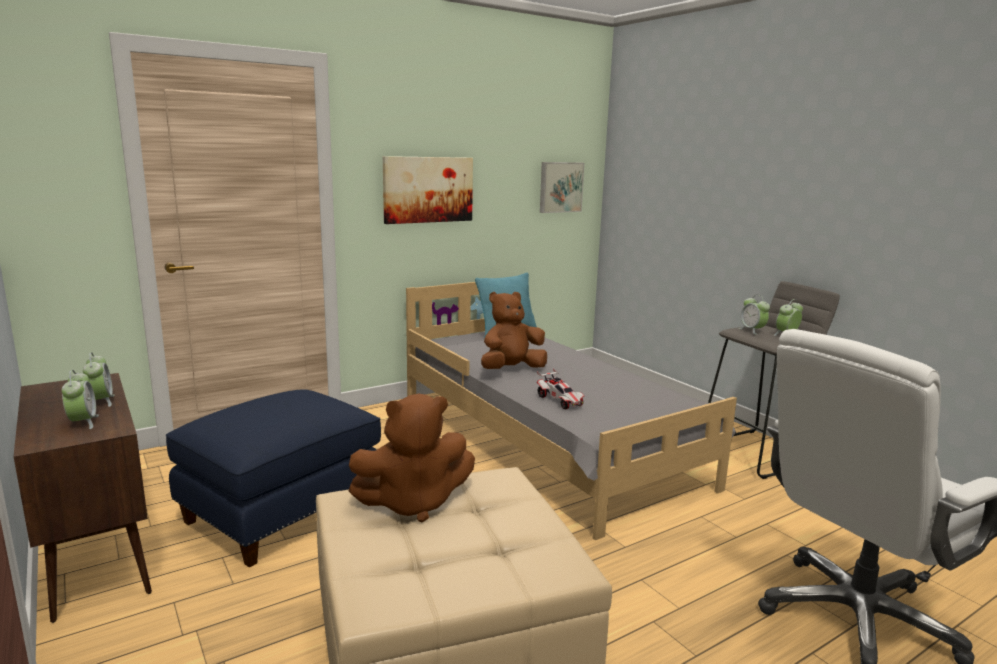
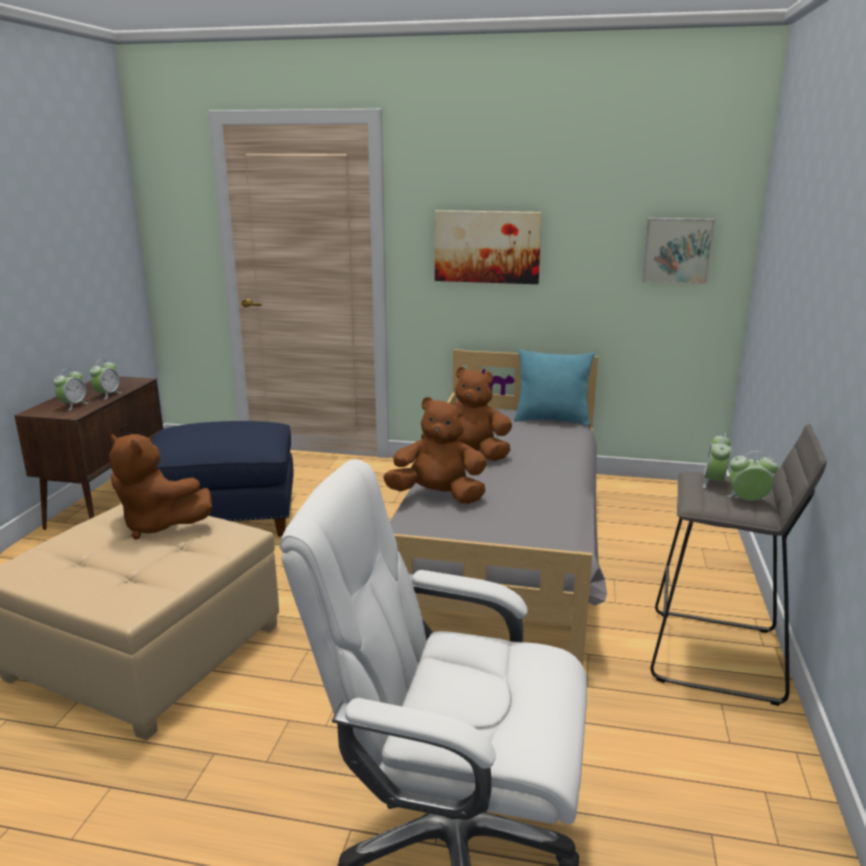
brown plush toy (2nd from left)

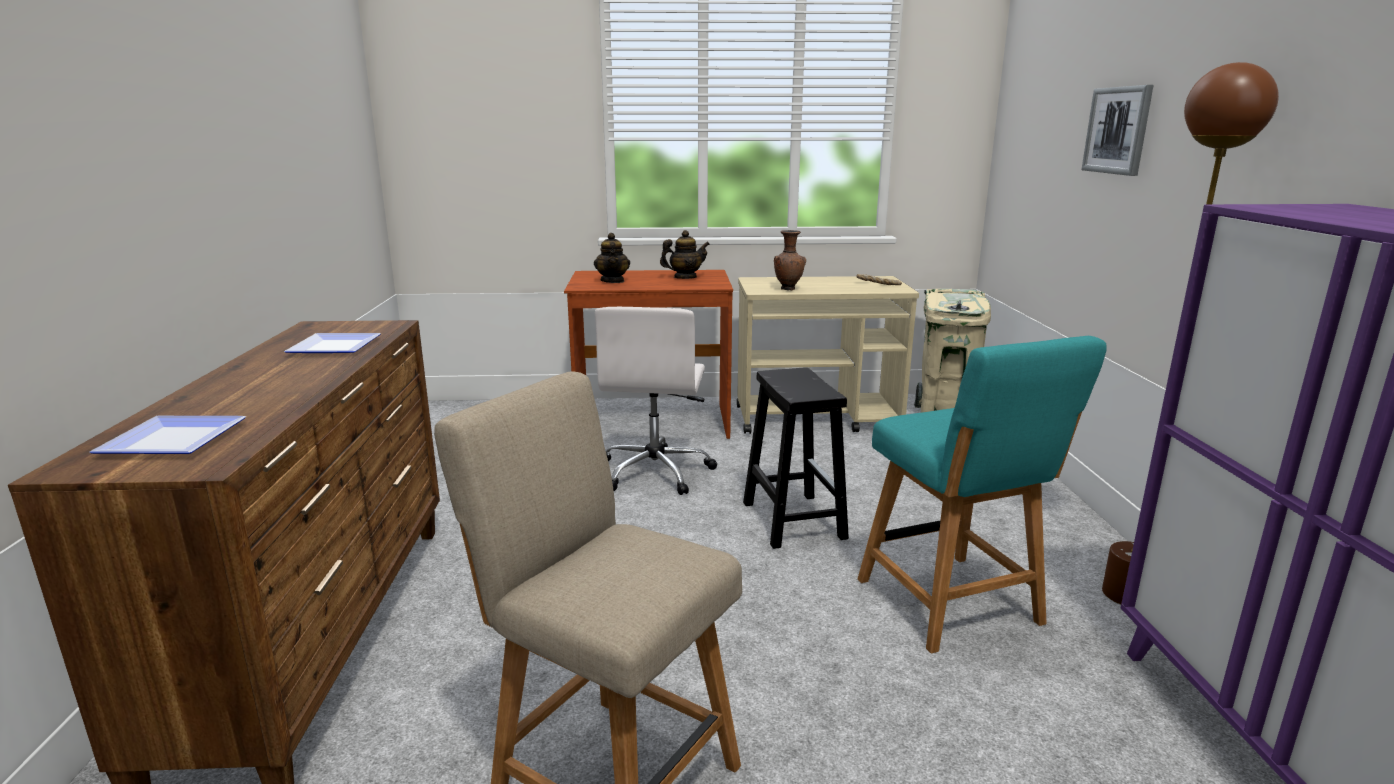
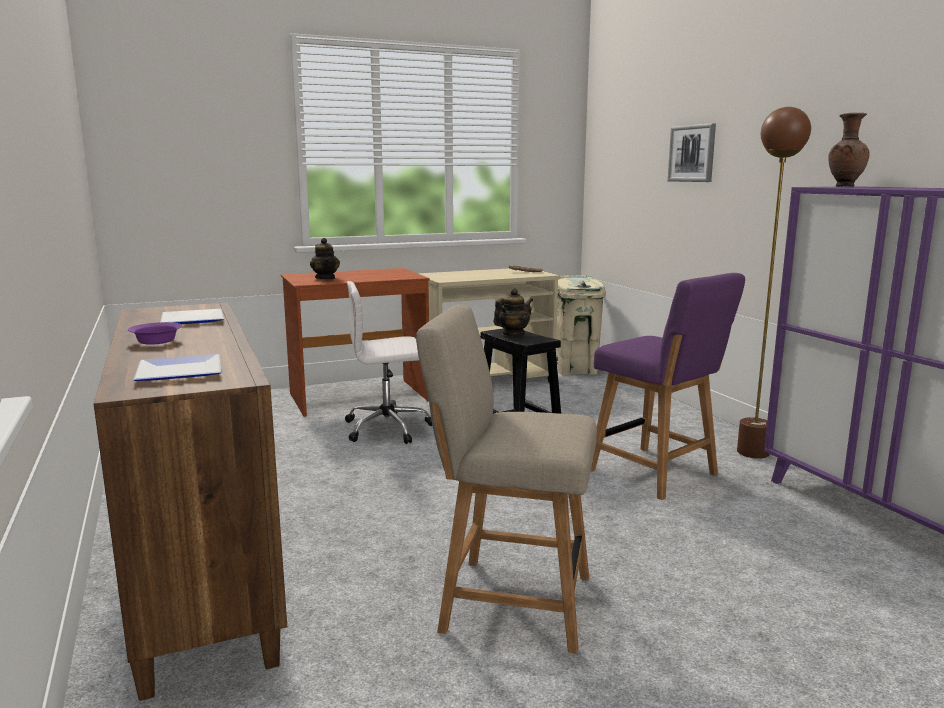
teapot (2nd from left)
brown vase
white office chair
purple chair
purple bowl

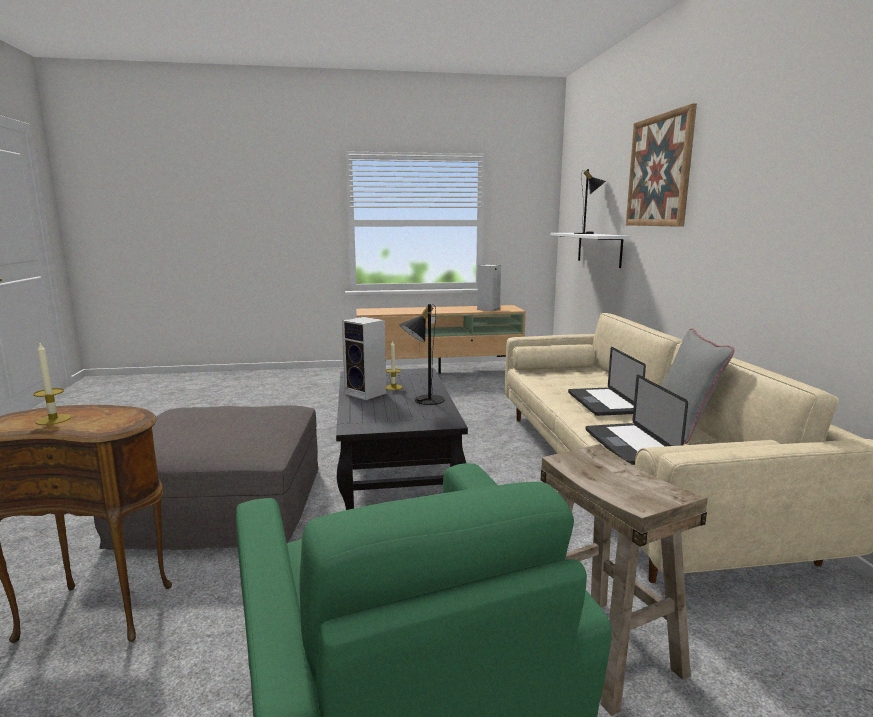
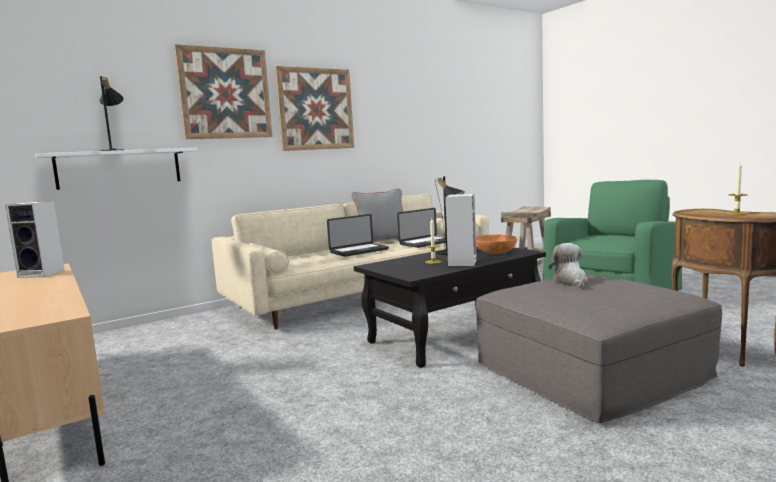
picture (2nd from left)
orange bowl
plush toy

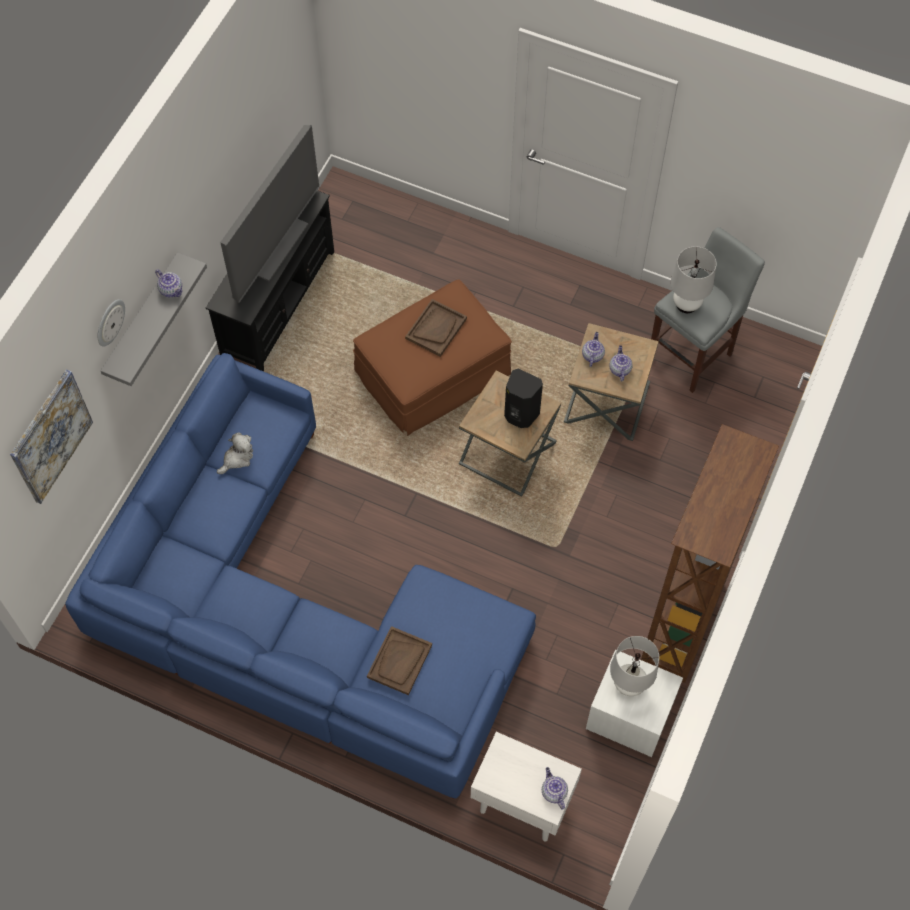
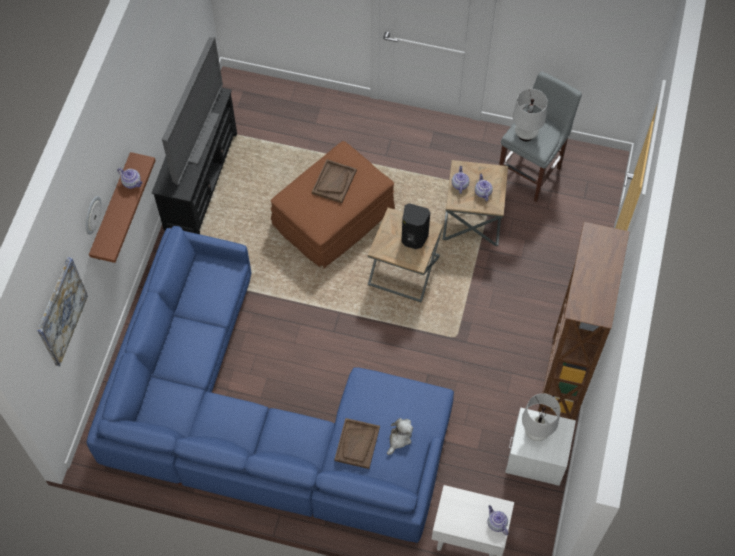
brown shelf
plush toy

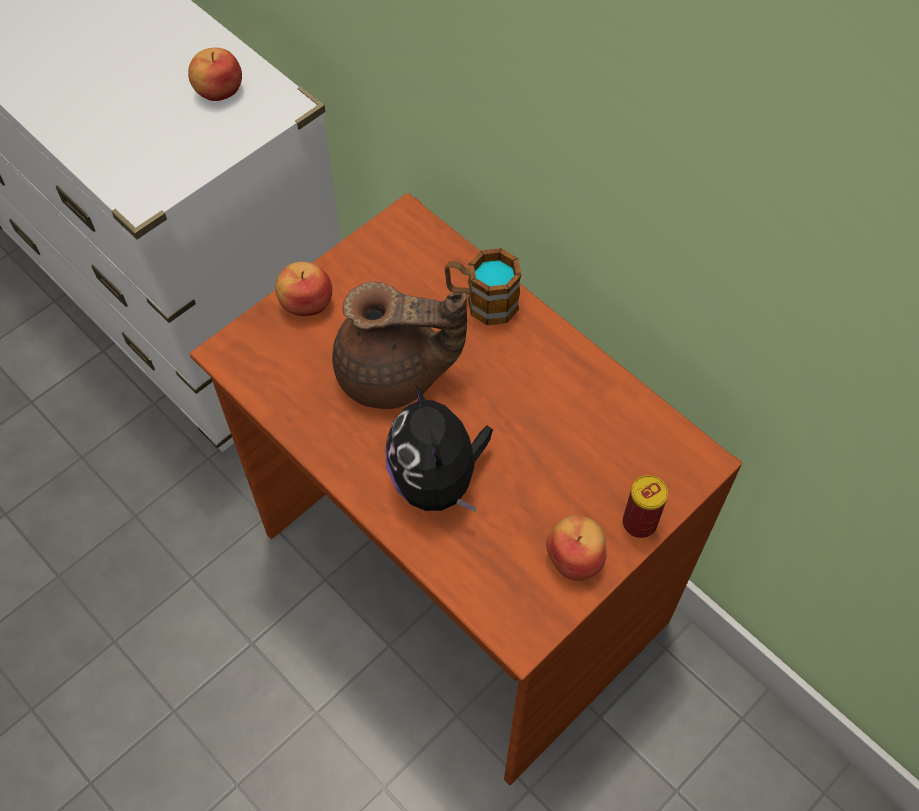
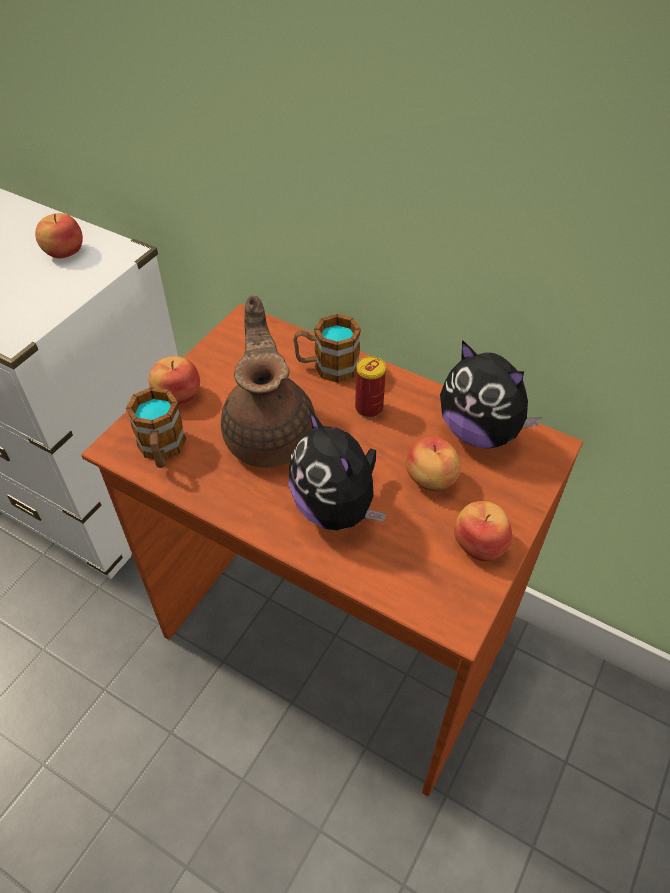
brown teapot
can
plush toy (2nd from left)
mug (1st from left)
apple (3rd from left)

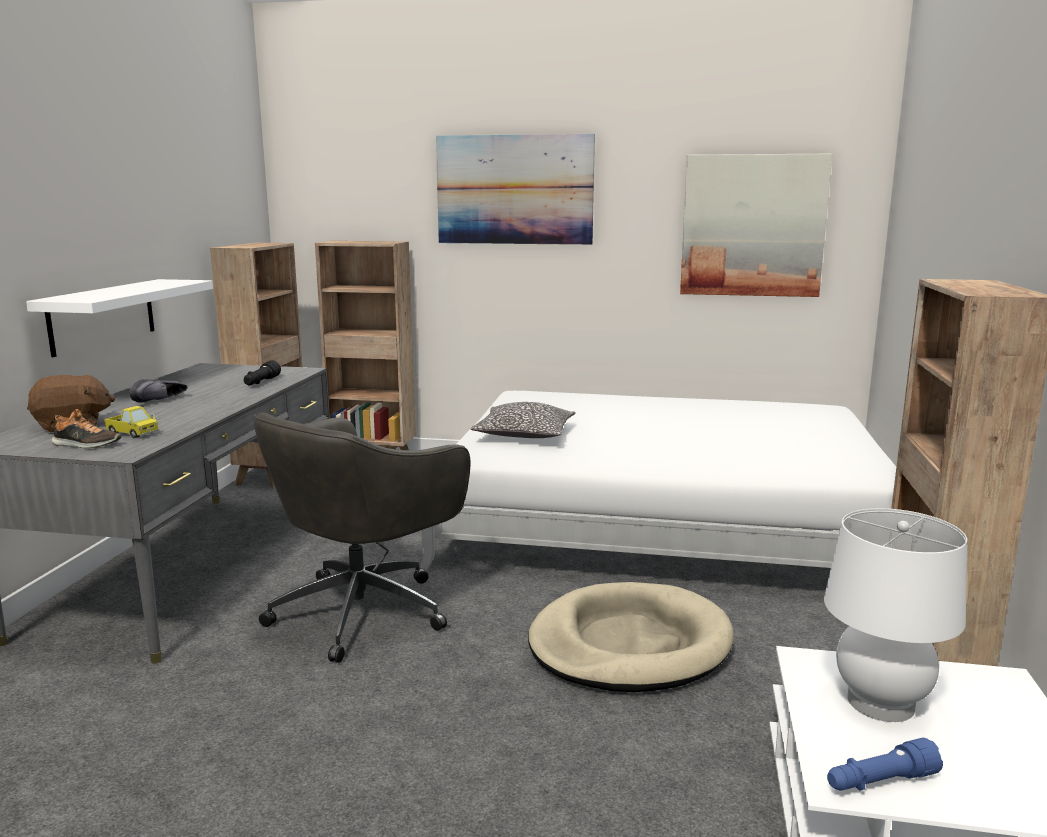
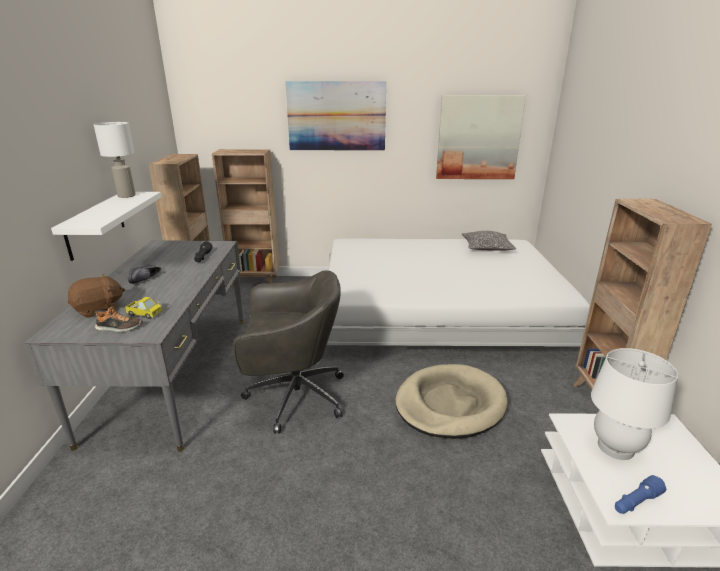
pillow
grey office chair
white table lamp (1st from left)

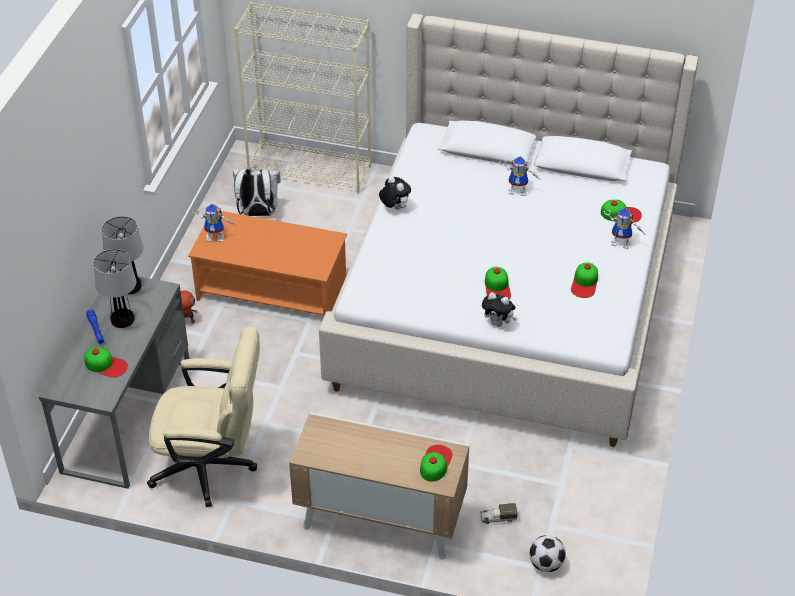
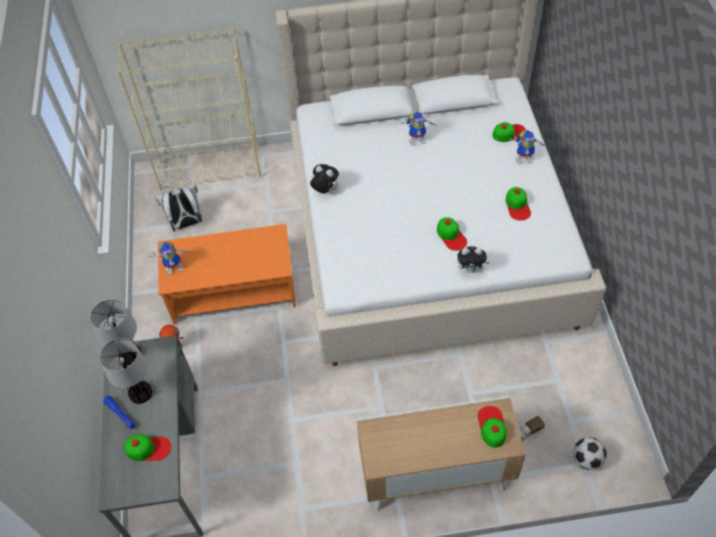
beige office chair

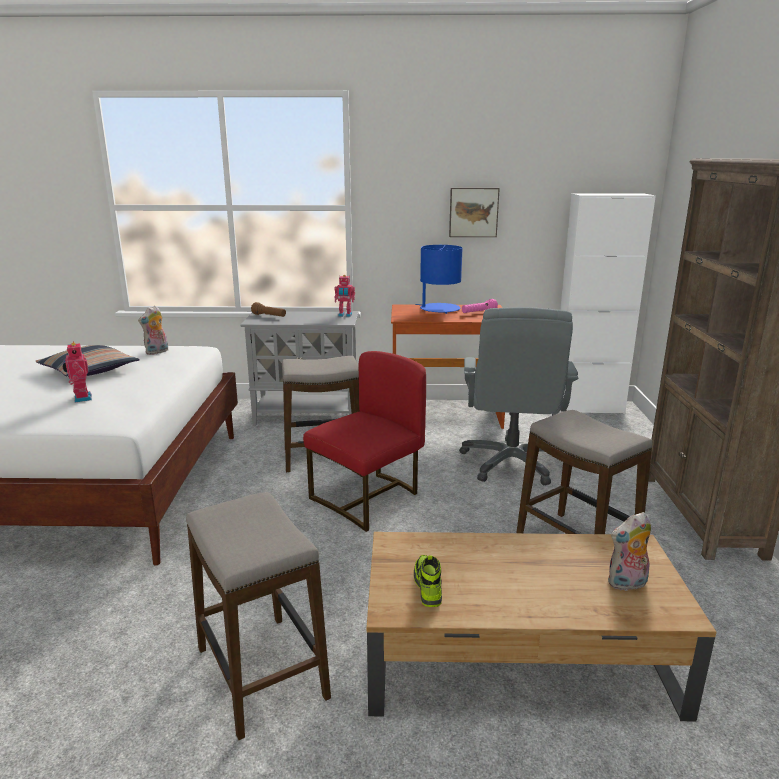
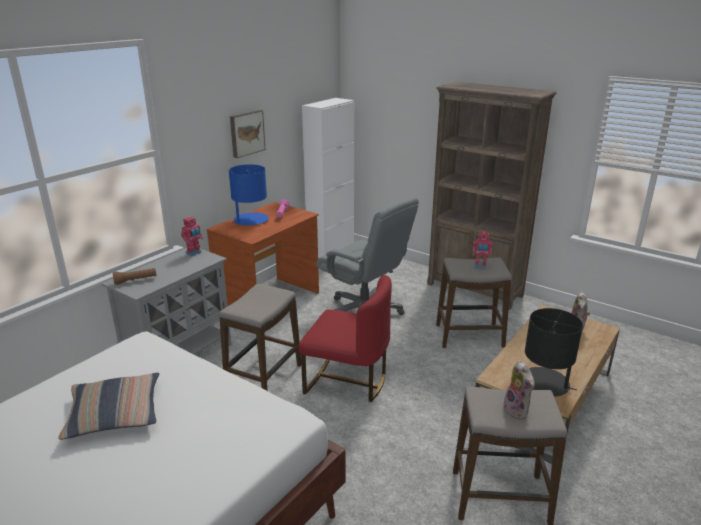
plush toy (1st from left)
toy robot (2nd from left)
red chair
black table lamp

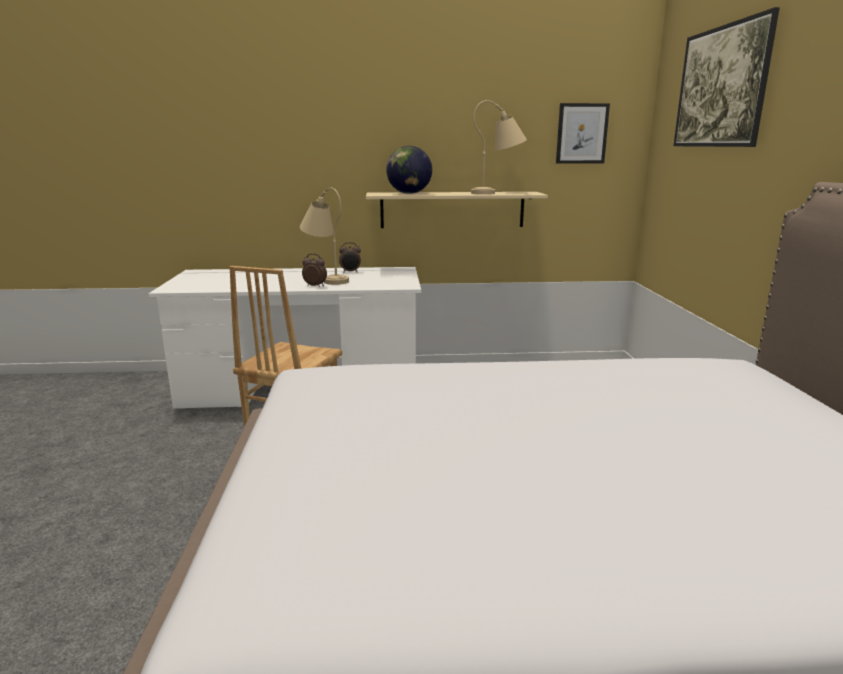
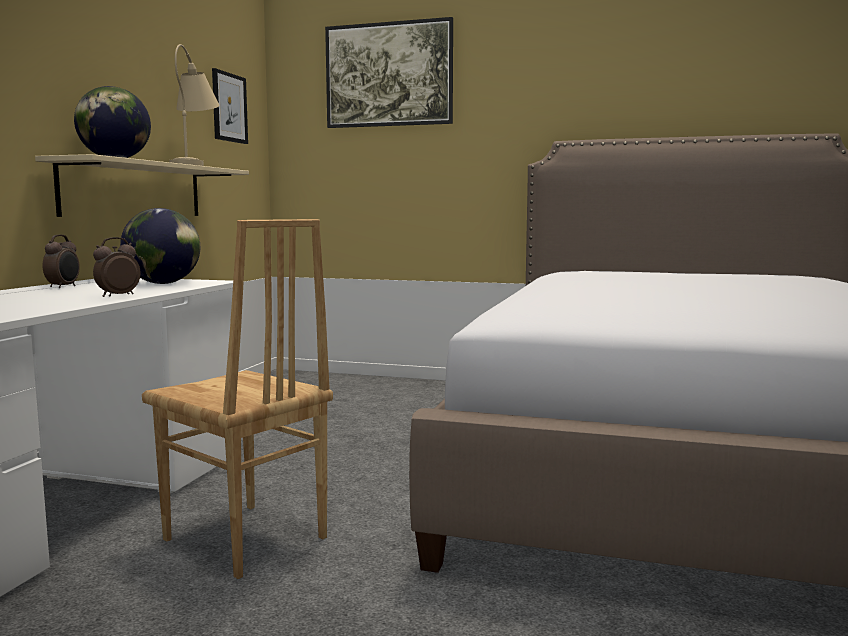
beige table lamp (1st from left in the first image)
globe (2nd from left)

